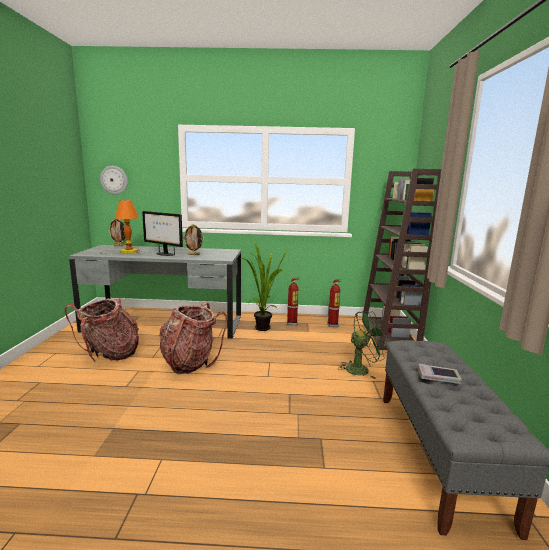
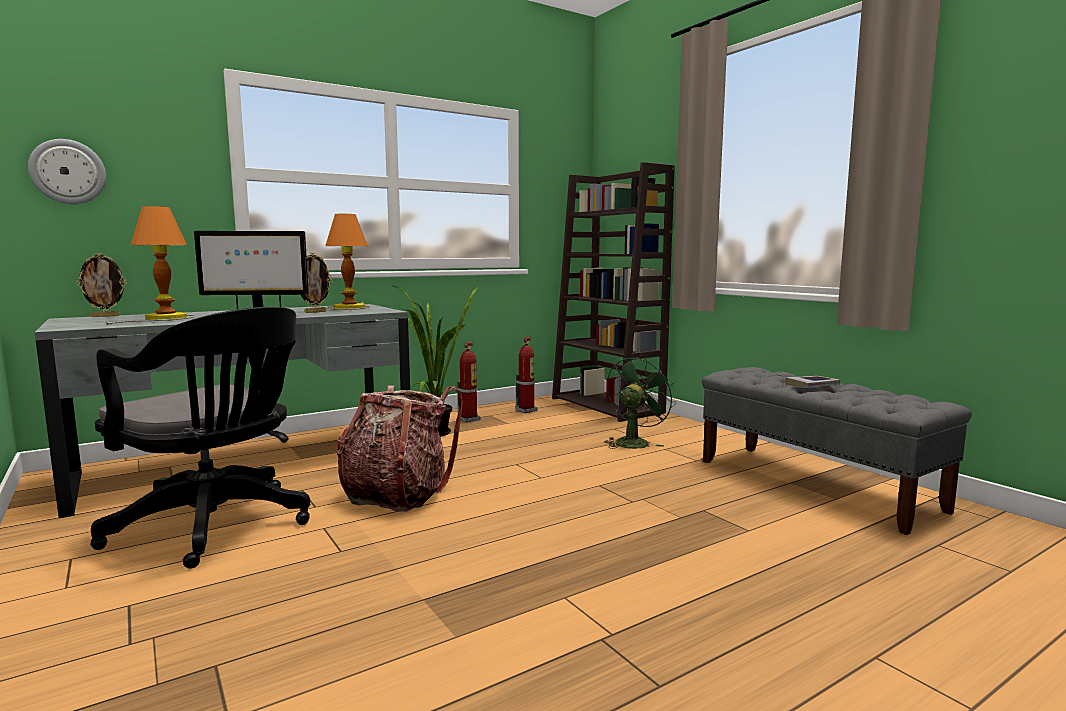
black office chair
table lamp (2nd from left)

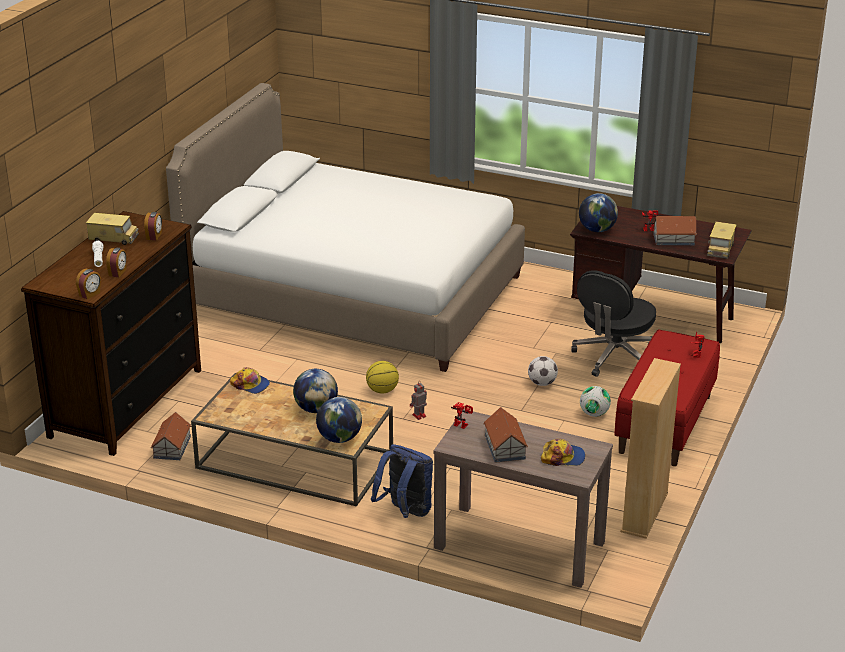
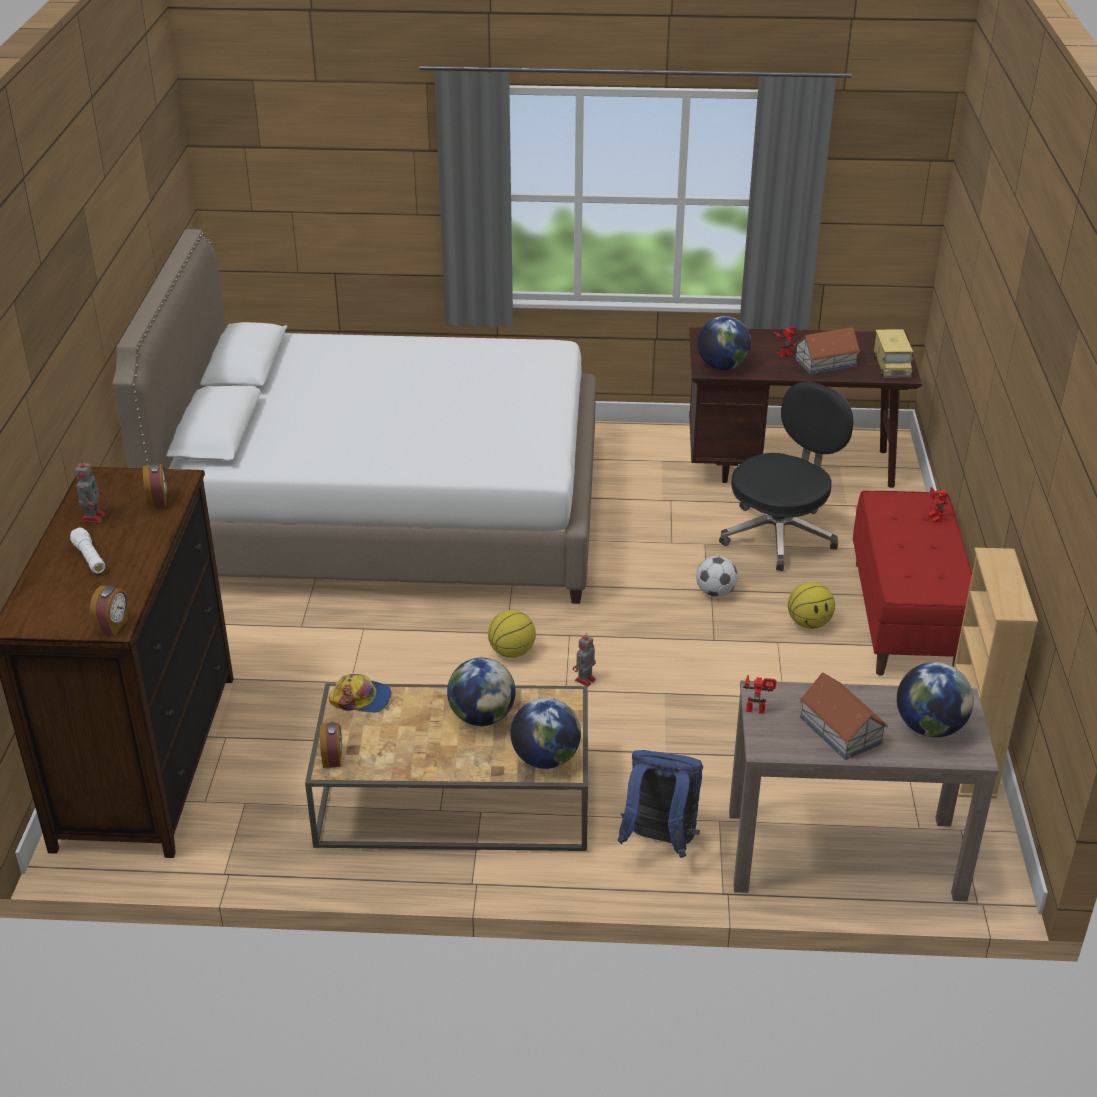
toy robot (1st from left)
alarm clock (3rd from left)
black office chair
basketball (2nd from left)
toy house (1st from left in the first image)
globe (4th from left)

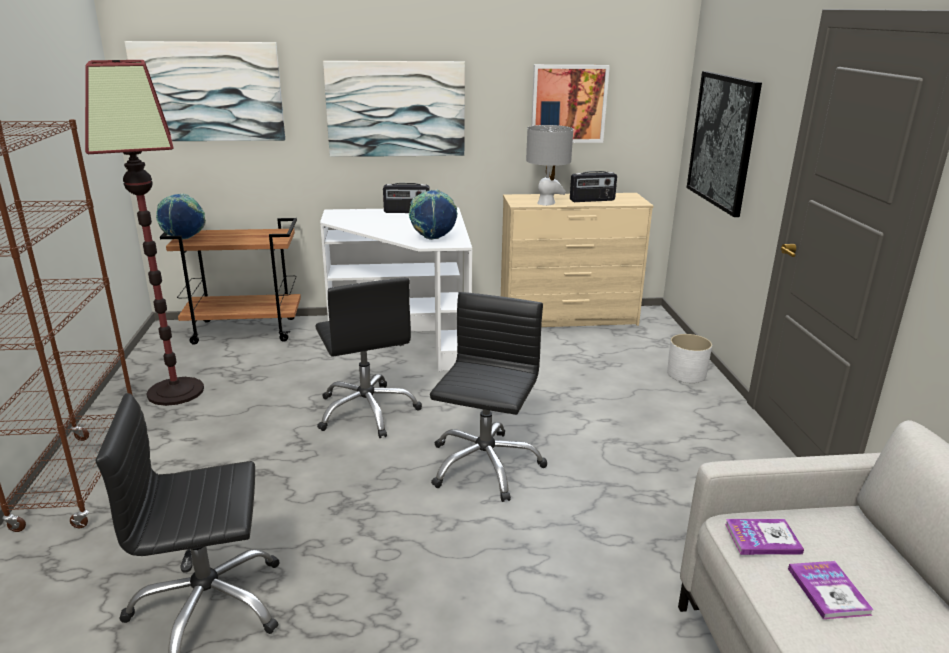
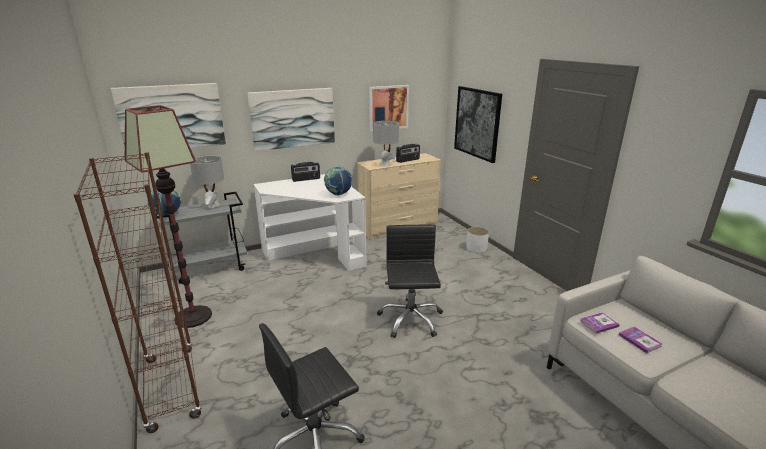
grey cart
black office chair (2nd from left in the first image)
grey table lamp (1st from left)

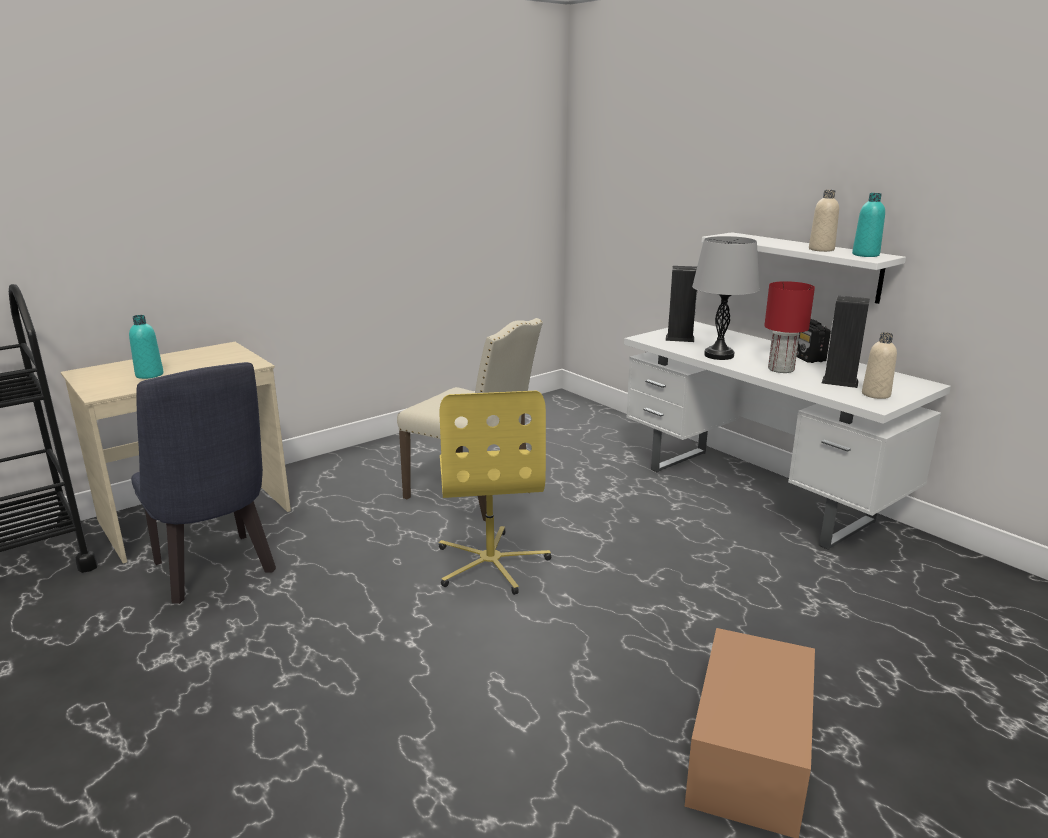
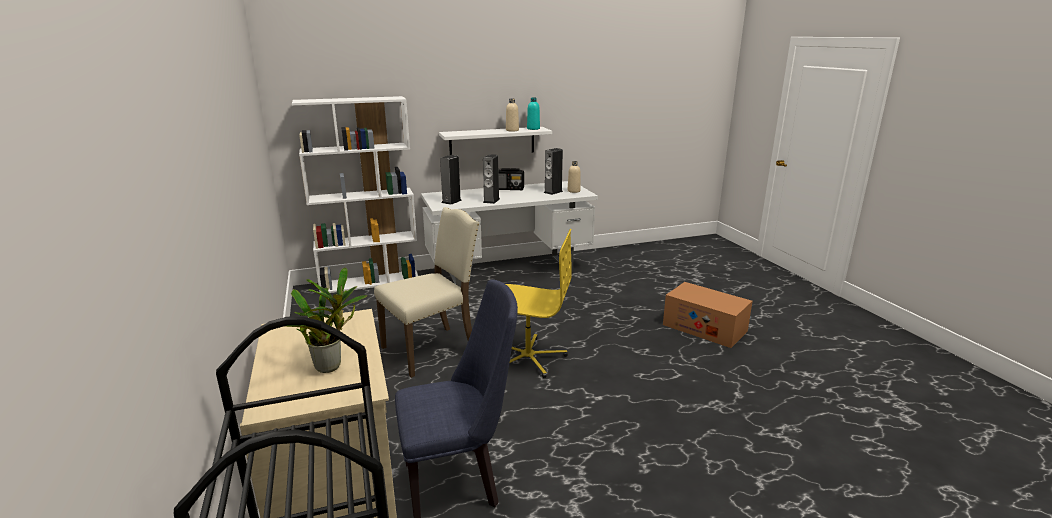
speaker (2nd from left)
red table lamp
potted plant
white bookcase

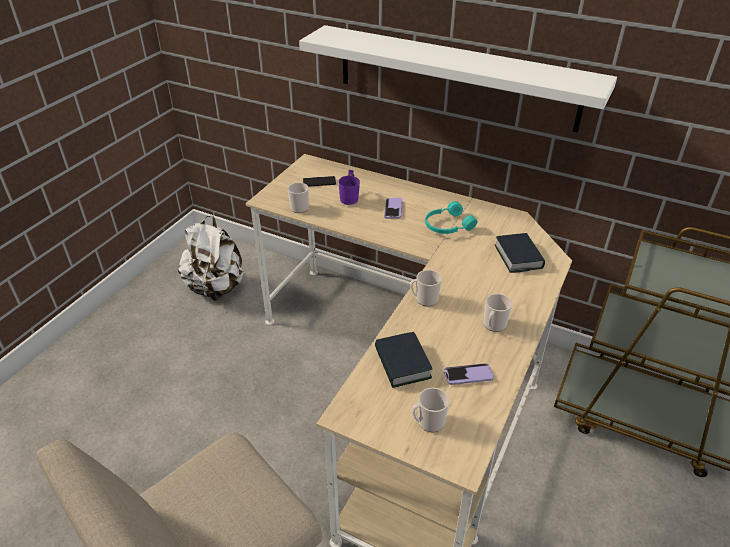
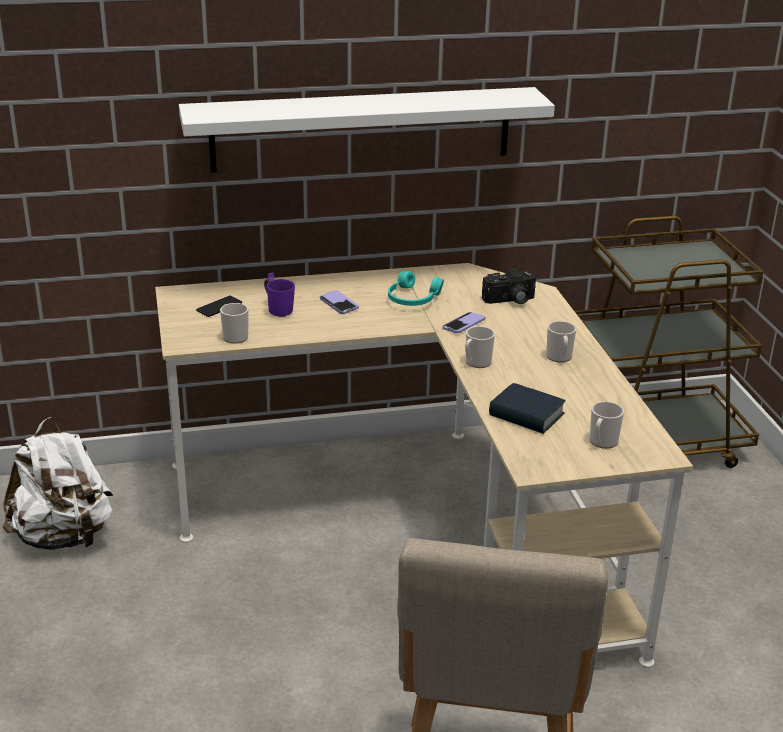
photo camera
phone (3rd from left)

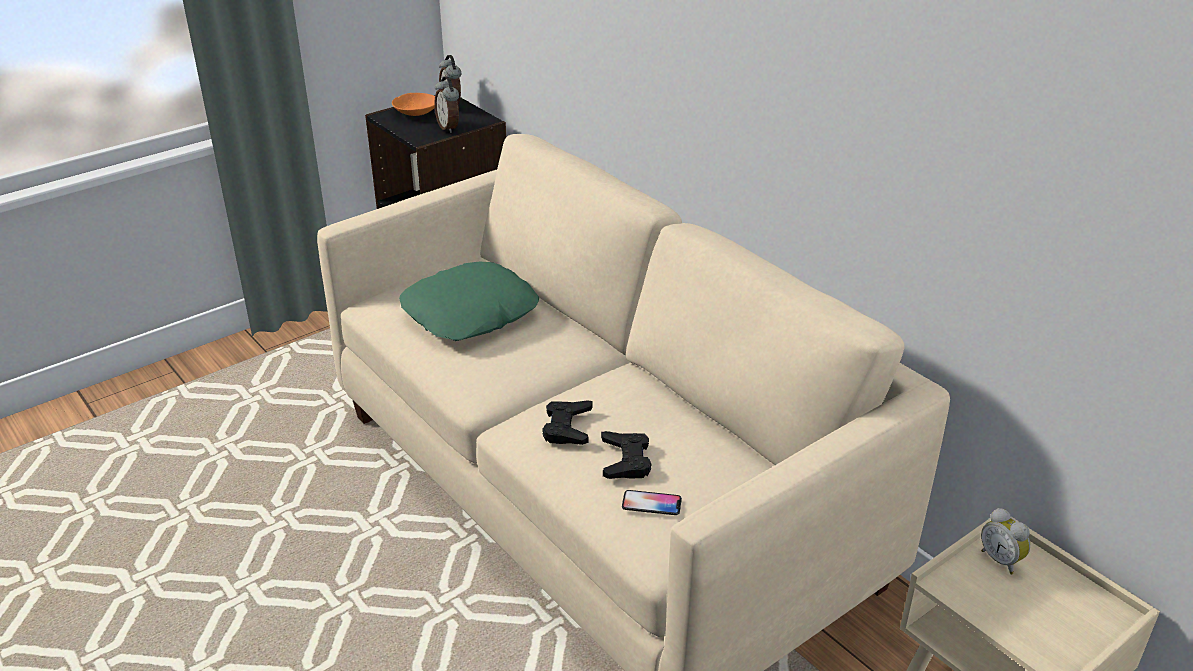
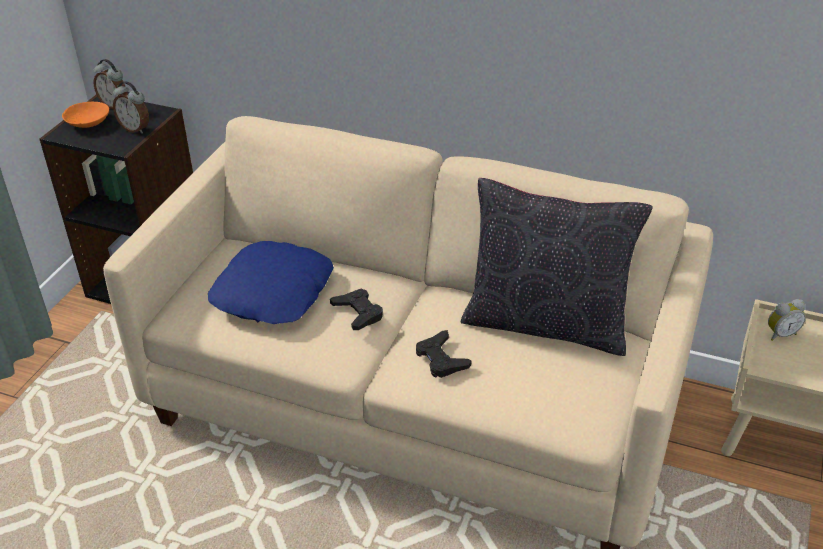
blue pillow
black game controller (1st from left)
phone
alarm clock (3rd from left)
black pillow

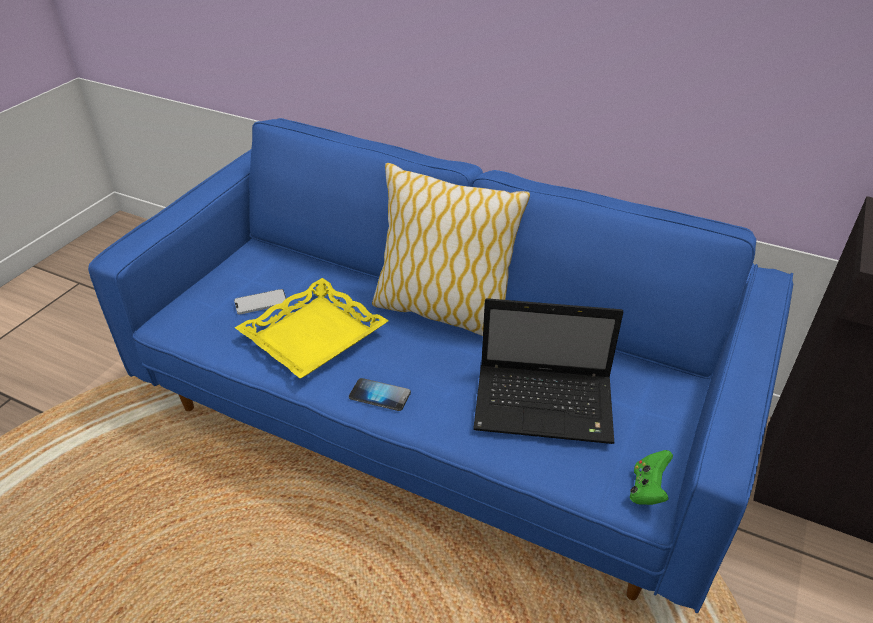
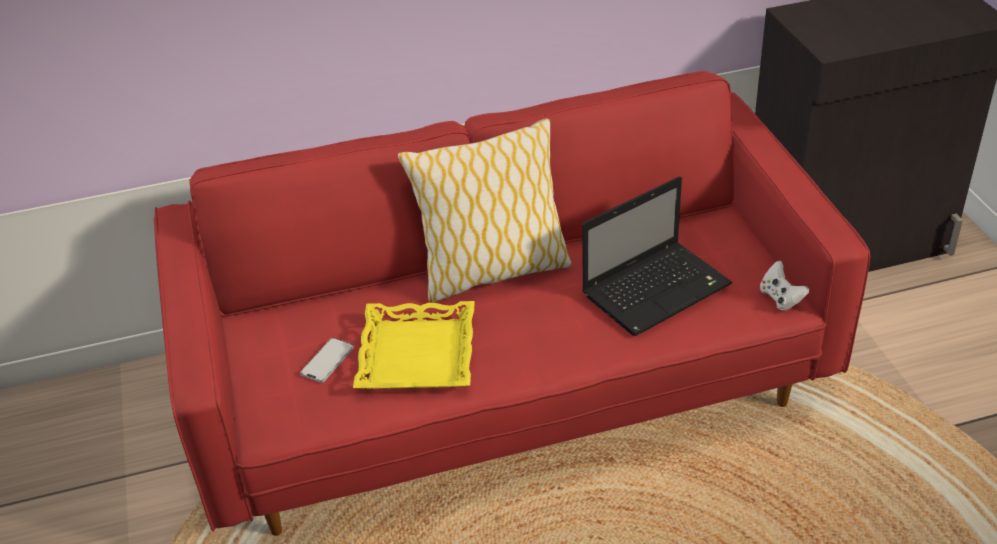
red sofa
phone (2nd from left in the first image)
white game controller

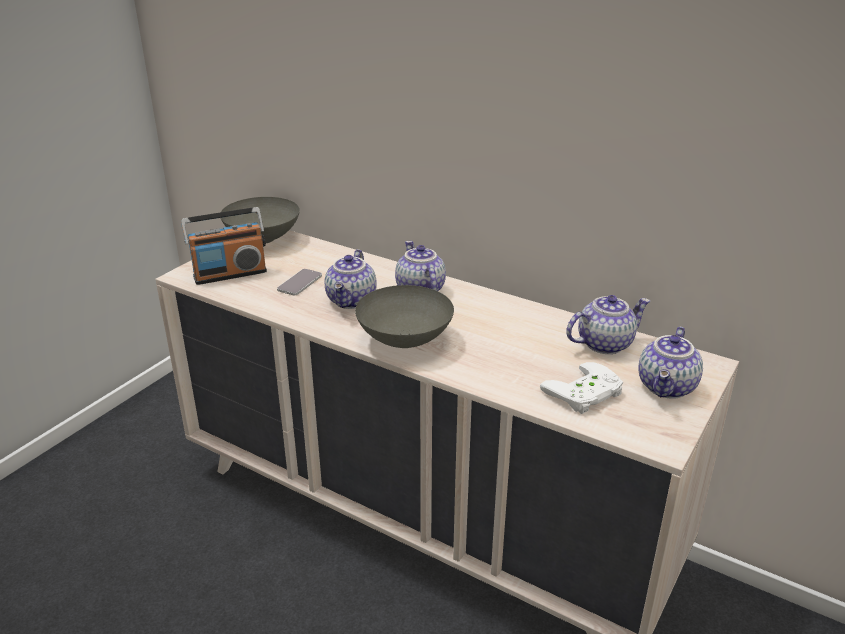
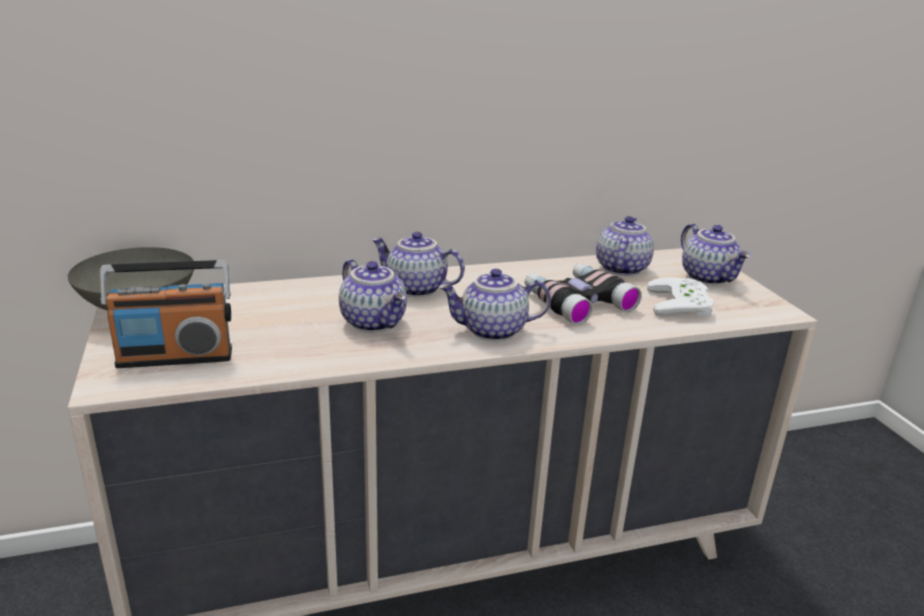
radio
phone
teapot (3rd from left)
binoculars

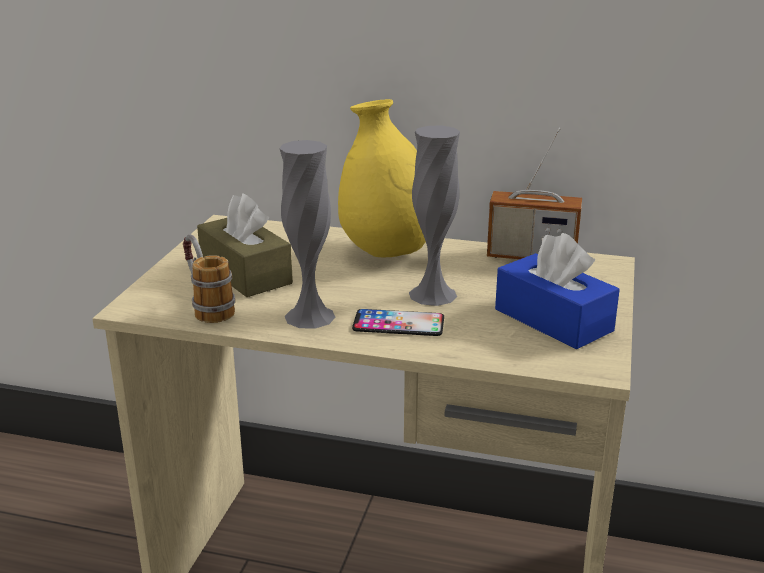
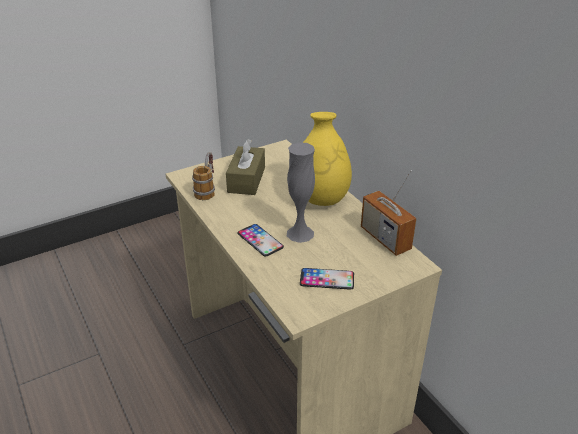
grey vase (1st from left in the first image)
phone (2nd from left)

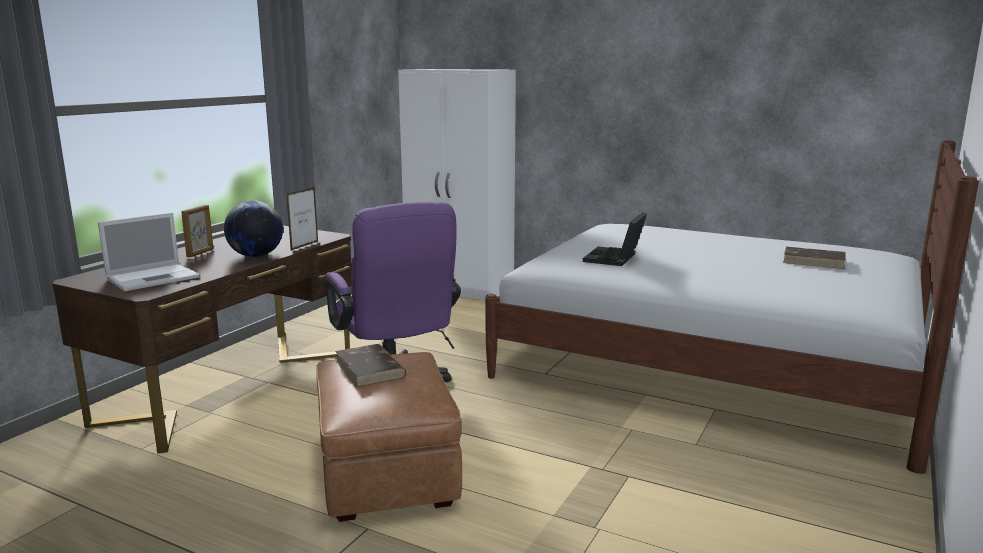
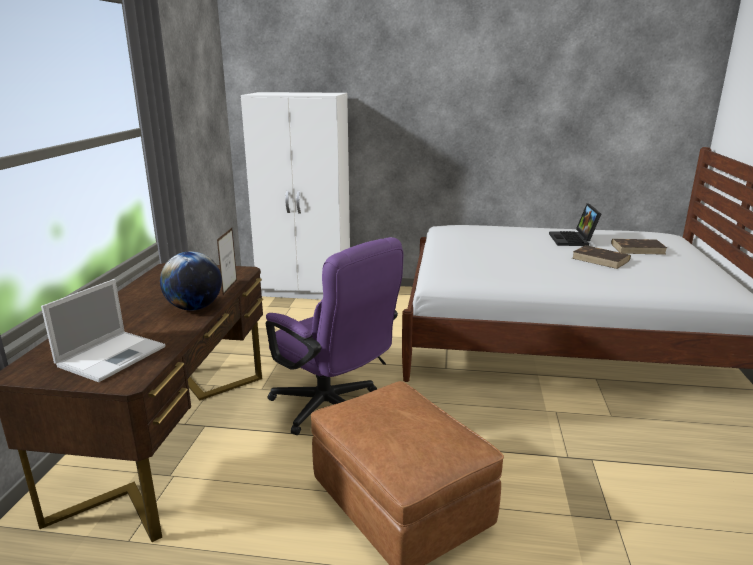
picture frame (1st from left in the first image)
laptop (2nd from left)
brown book (1st from left)

